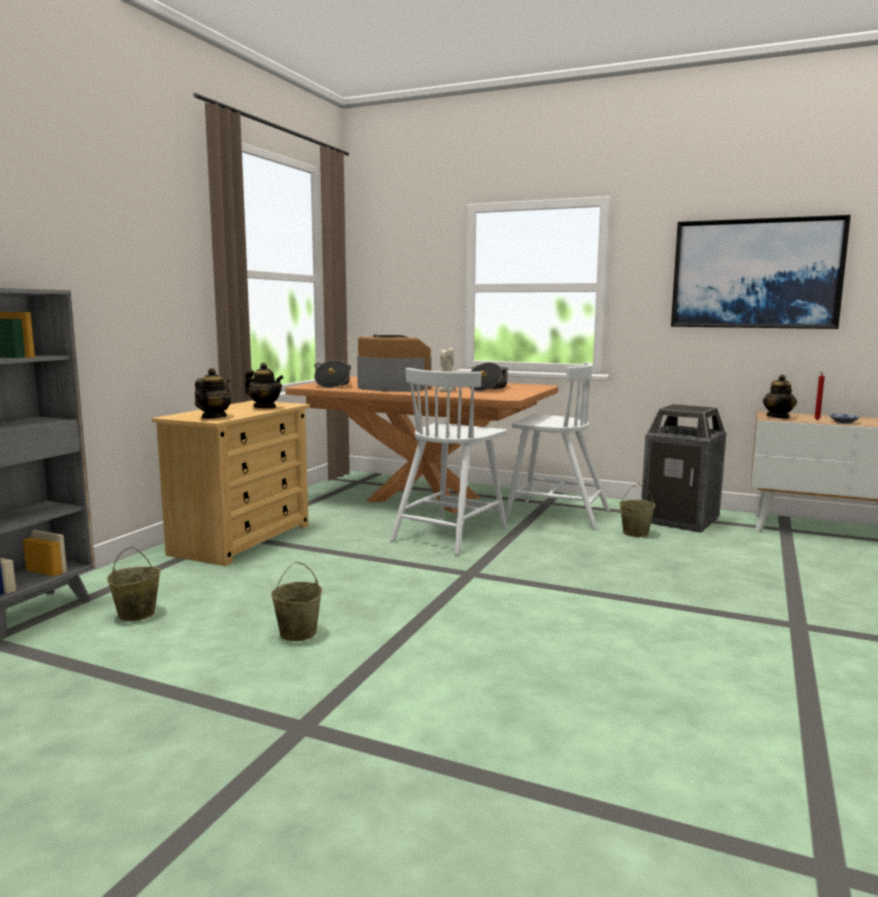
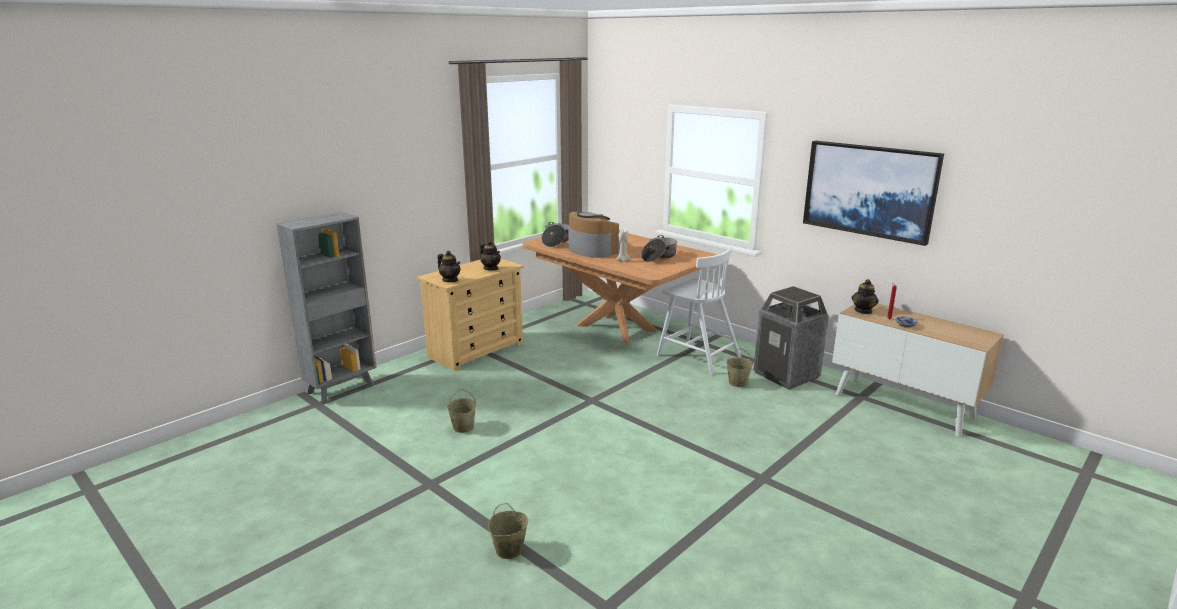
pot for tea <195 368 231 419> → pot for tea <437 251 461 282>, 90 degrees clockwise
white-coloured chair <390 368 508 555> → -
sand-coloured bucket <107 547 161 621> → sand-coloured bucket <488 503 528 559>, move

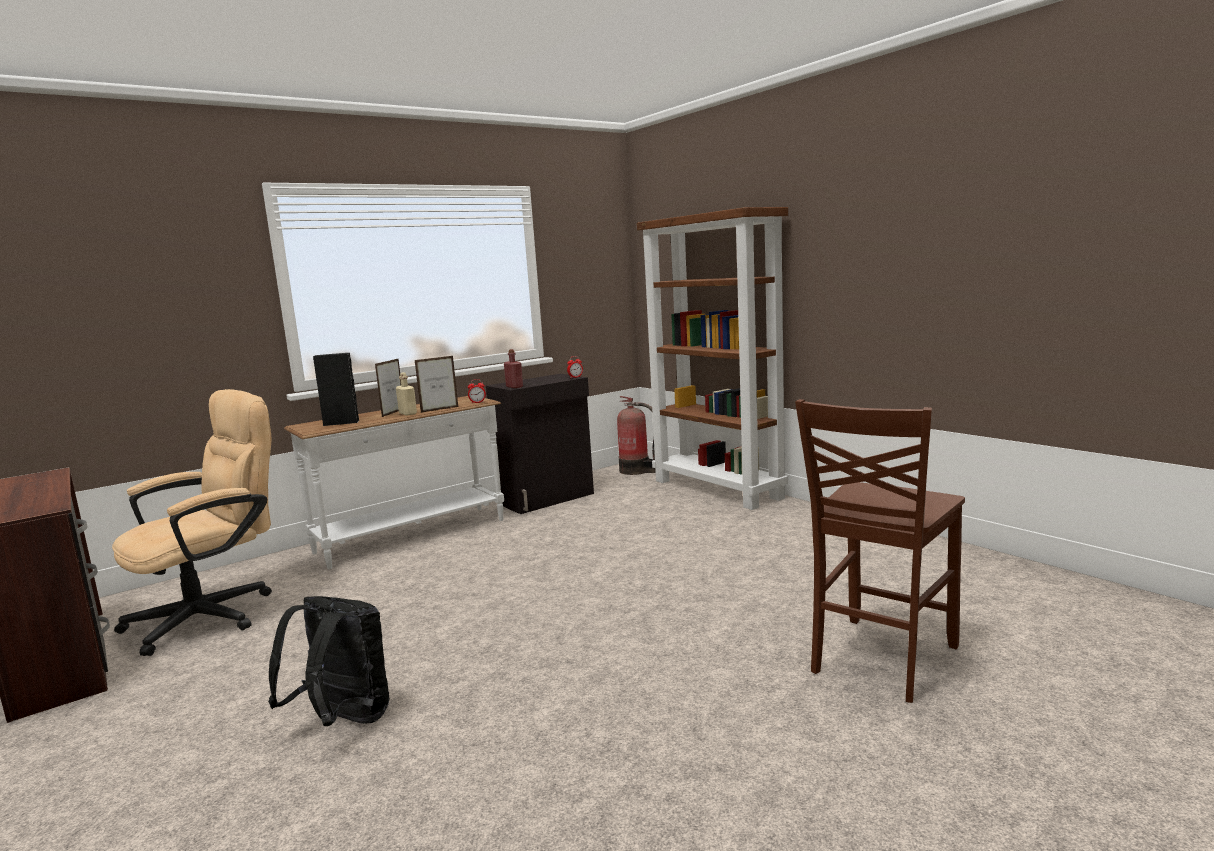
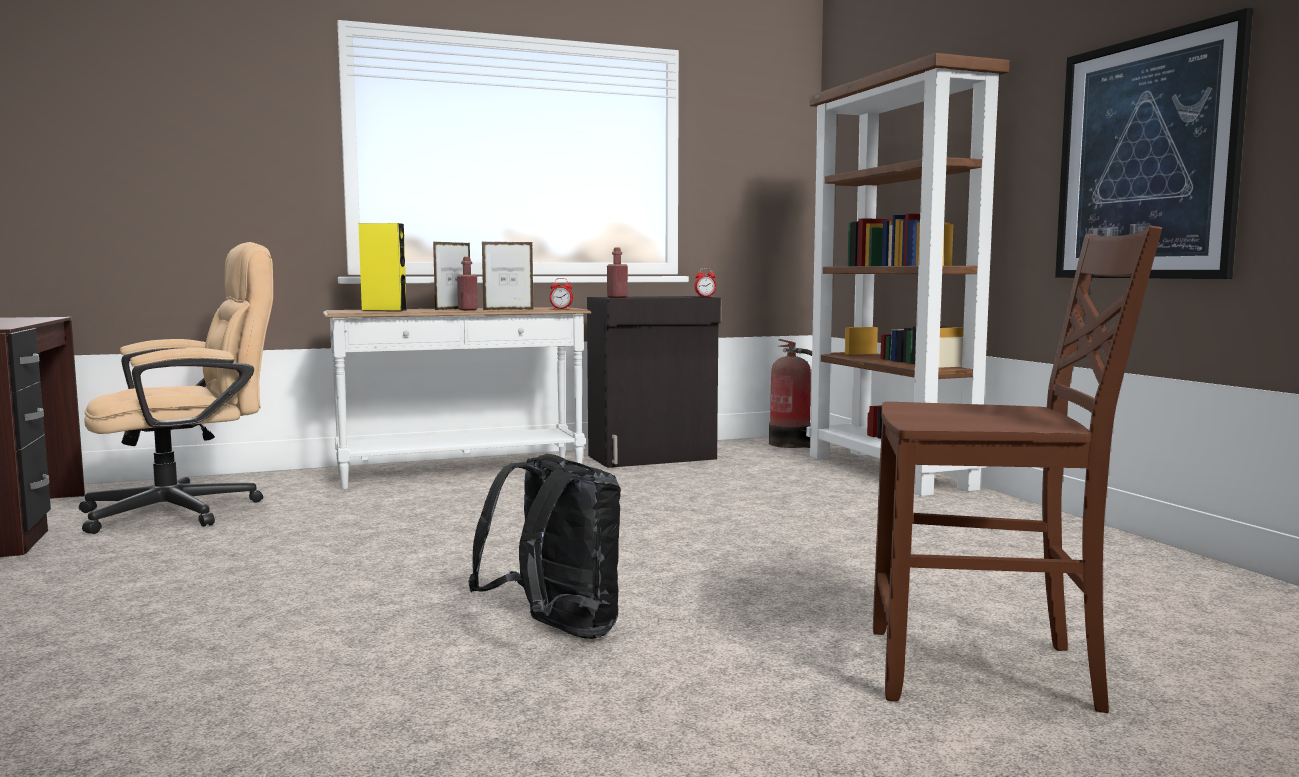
blackish loudspeaker <313 353 360 426> → yellowish loudspeaker <358 223 407 311>
sand-coloured bottle <396 372 417 416> → red-coloured bottle <457 257 478 311>
brown-coloured chair <795 399 965 703> → brown-coloured chair <873 226 1162 713>, 135 degrees counterclockwise
blackish backpack <268 596 389 726> → blackish backpack <468 454 621 639>, move
- → wall art <1055 8 1253 279>

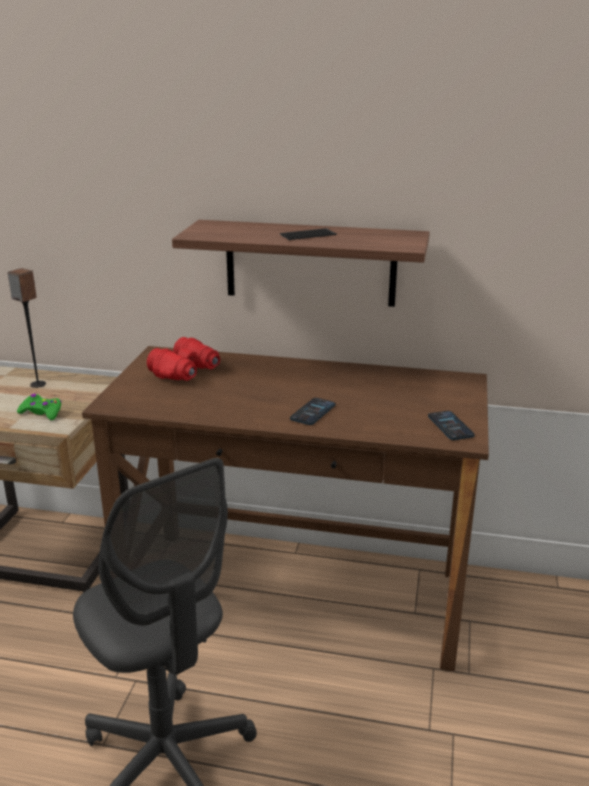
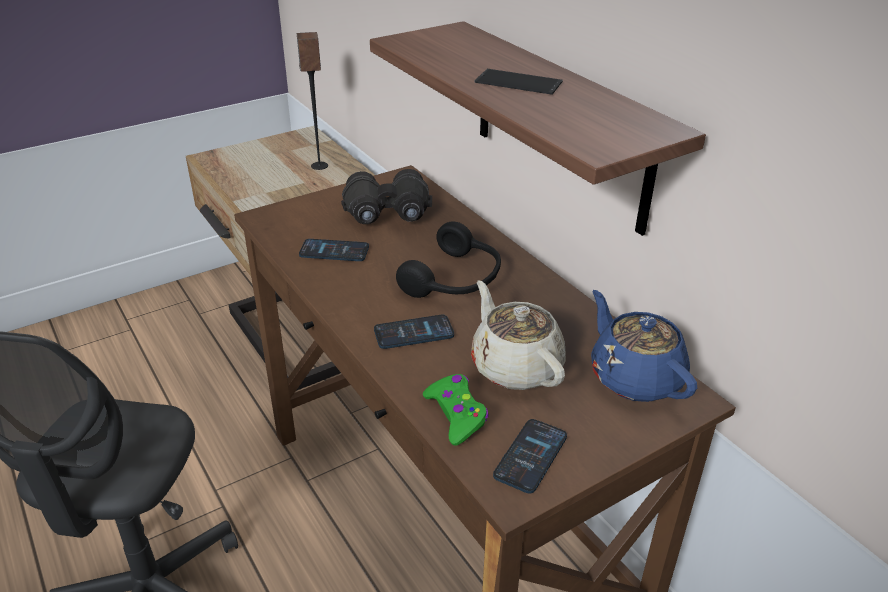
red-coloured field glasses <147 337 220 381> → blackish field glasses <341 169 432 224>
greenish game controller <17 394 62 420> → greenish game controller <423 374 489 446>, move
- → blackish headset <396 222 501 298>
- → handset <299 239 369 261>
- → sand-coloured pot for tea <471 280 566 390>
- → blue-coloured pot for tea <591 290 697 402>

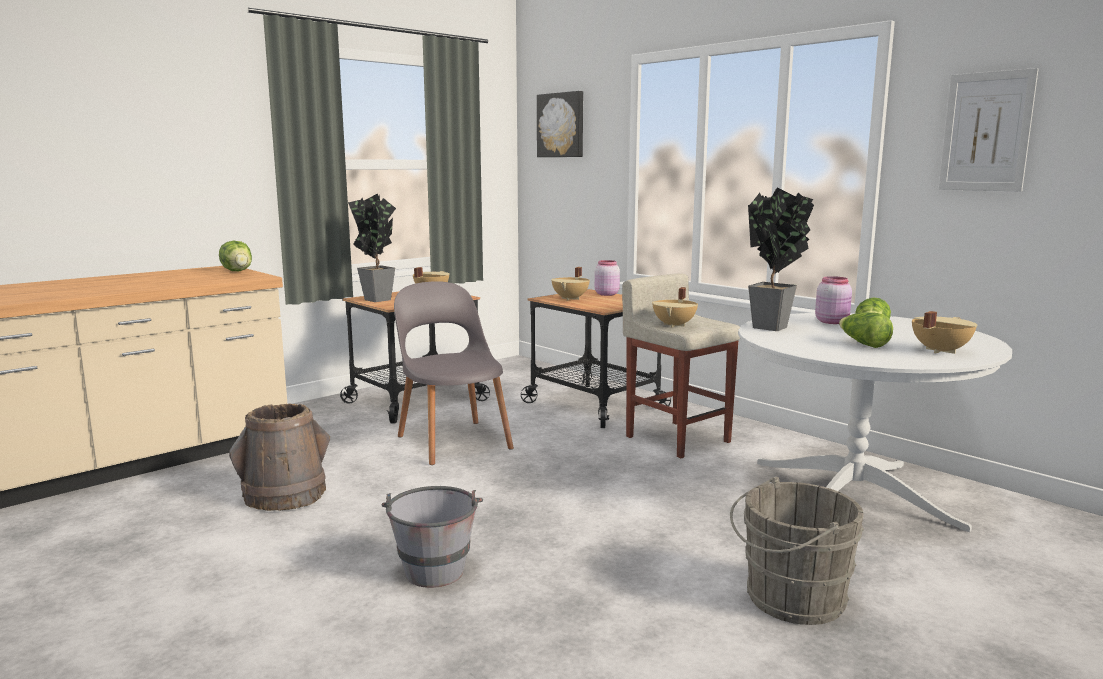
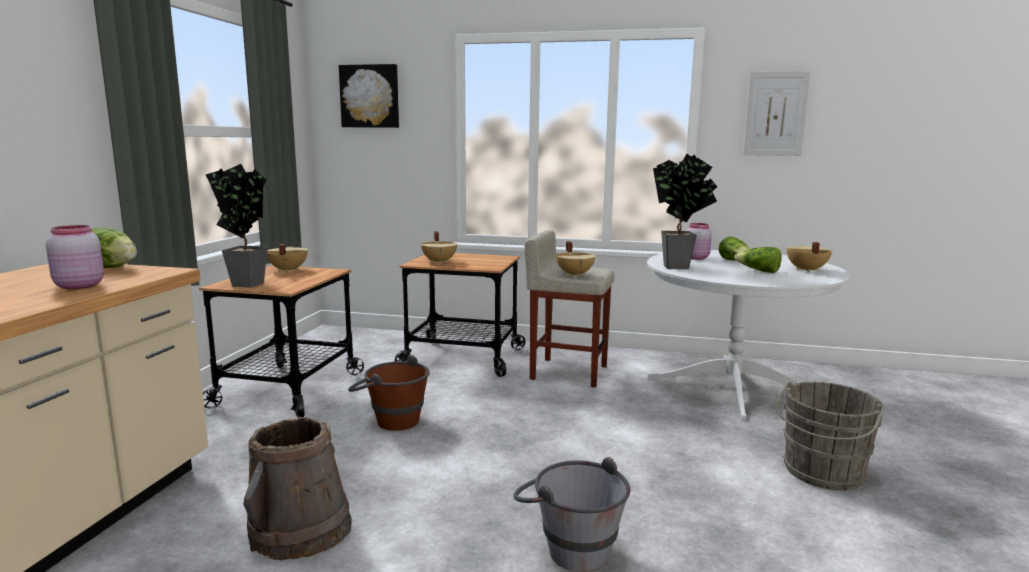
pink jar <595 260 620 296> → pink jar <46 225 104 289>, move
greyish chair <394 281 514 465> → brown-coloured bucket <348 355 430 431>

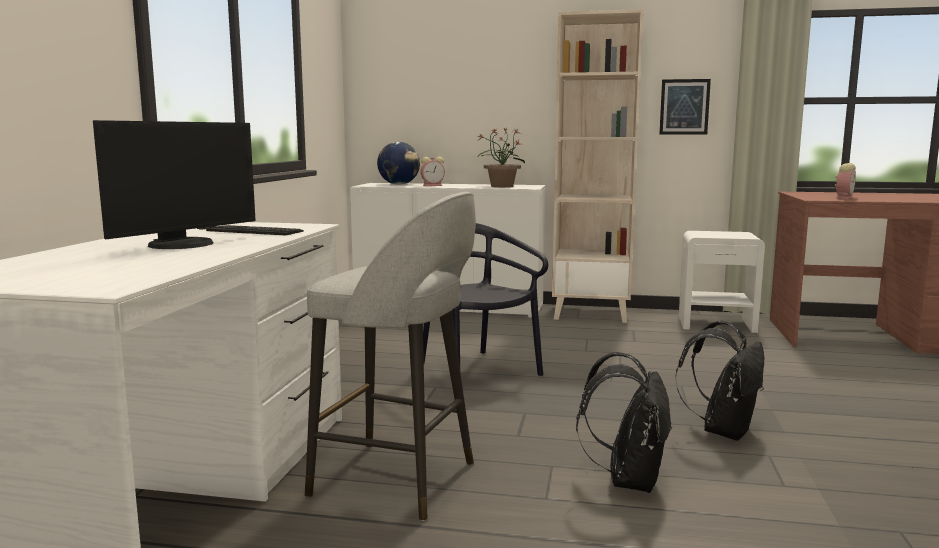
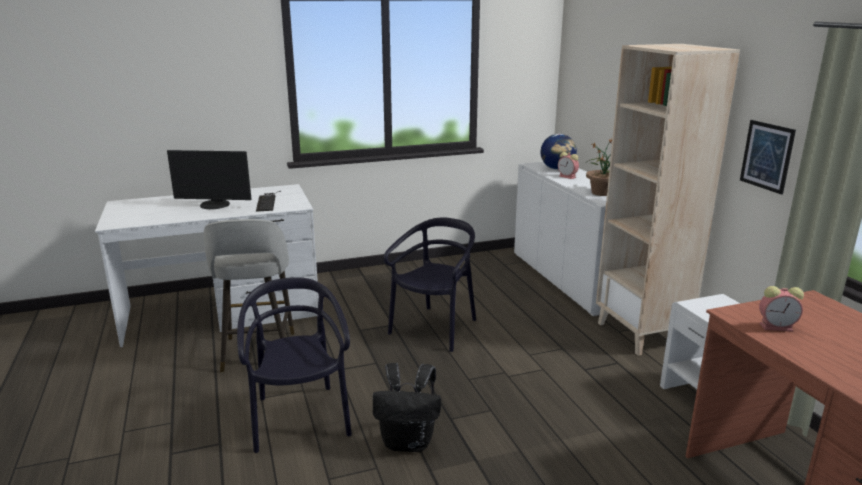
blackish backpack <576 352 672 493> → blackish chair <237 277 352 453>

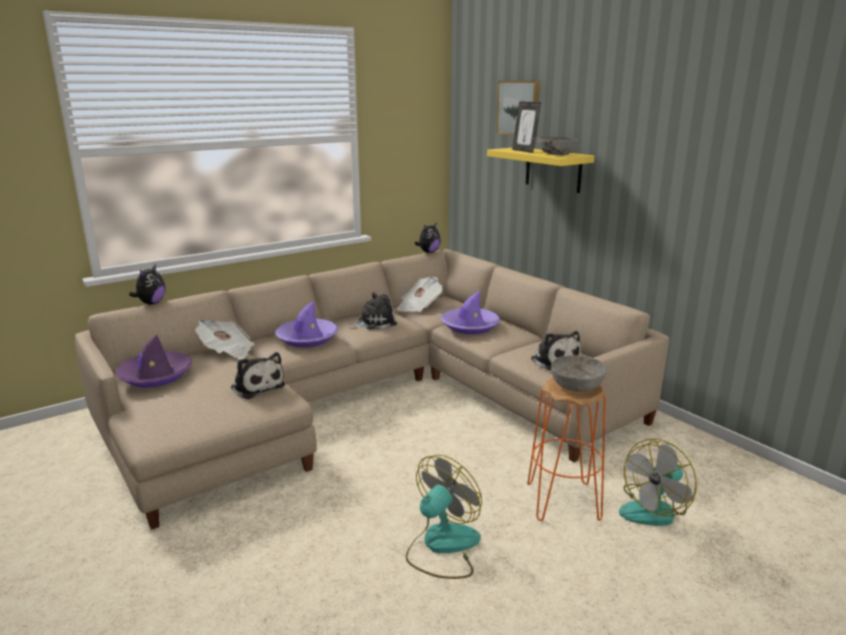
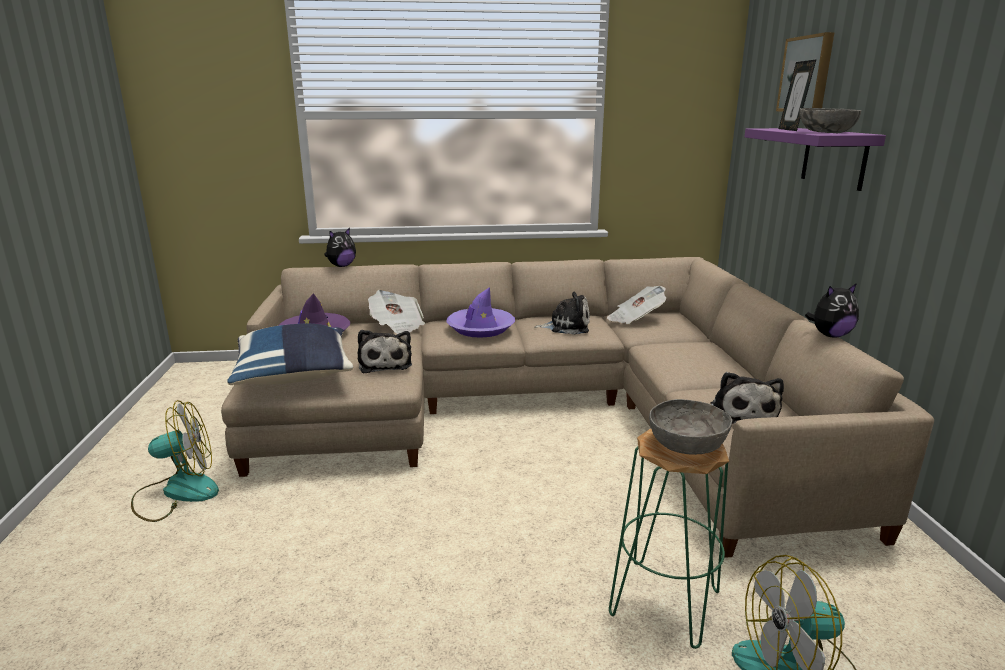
yellowish wall shelf <487 148 595 193> → purple wall shelf <744 128 886 191>
soft toy <415 222 441 253> → soft toy <805 283 859 338>, move
purple hat <441 291 500 334> → -
orange stool <527 378 606 521> → greenish stool <609 429 729 649>
fan <406 455 482 579> → fan <131 400 219 522>, move
- → blue-coloured cushion <227 324 353 385>

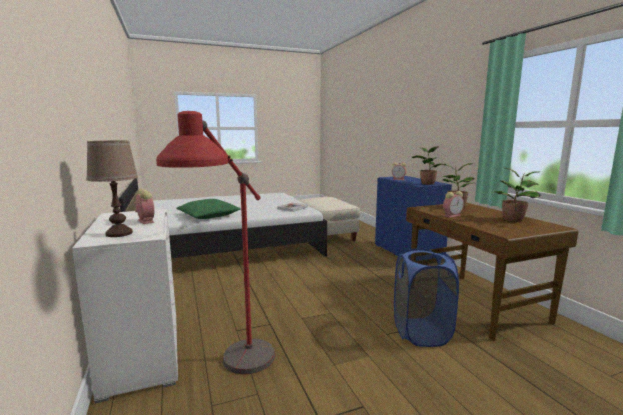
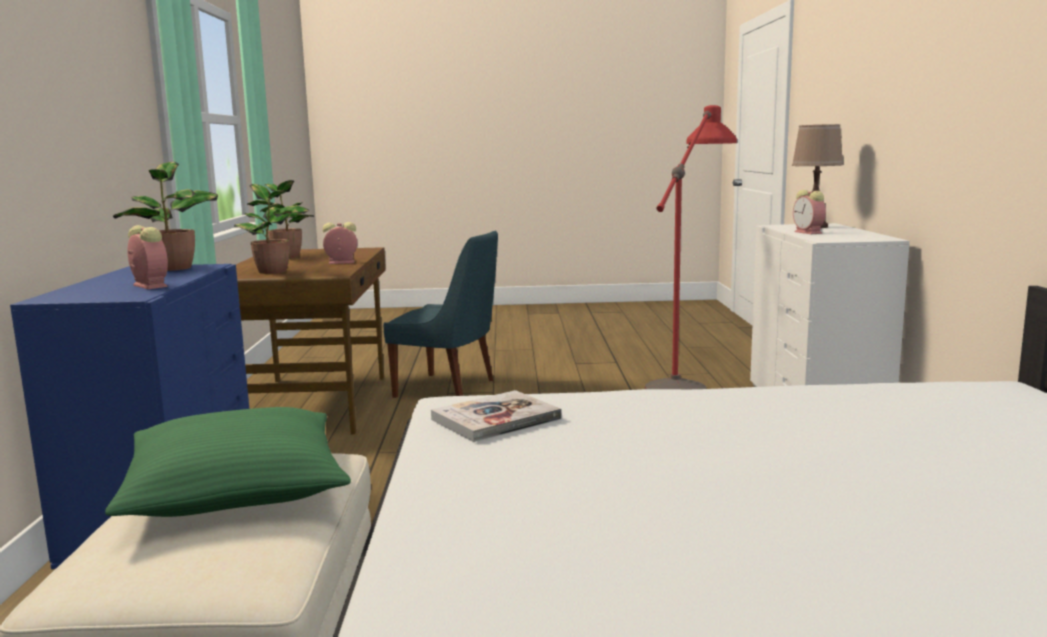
greenish cushion <176 199 241 219> → greenish cushion <105 407 351 517>, move
blue-coloured laundry basket <394 248 459 347> → blue-coloured chair <383 231 498 398>

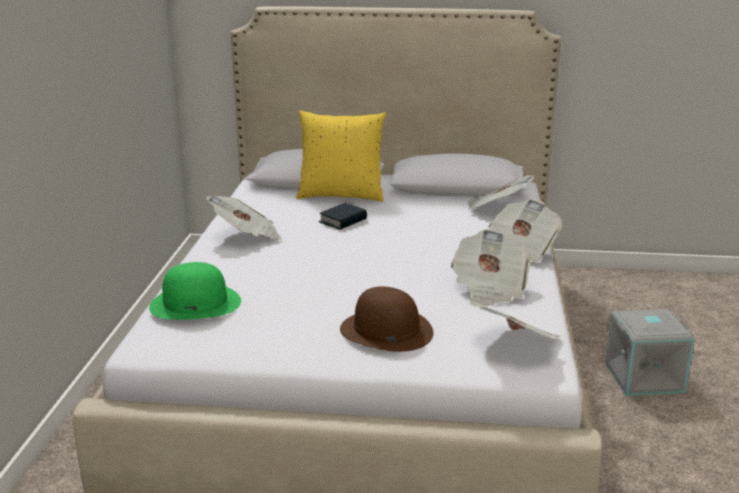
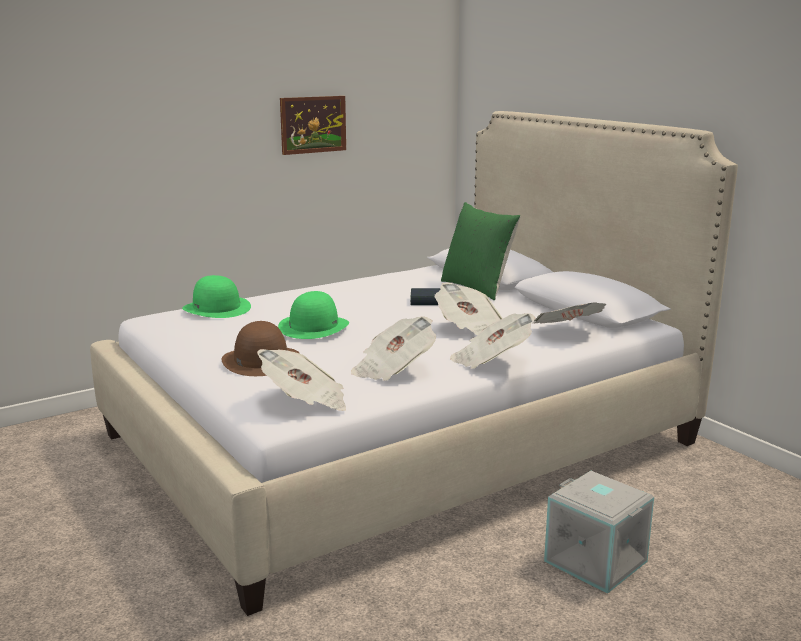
yellowish cushion <296 110 386 202> → greenish cushion <441 202 521 300>
printed paper <206 196 282 240> → printed paper <435 283 502 335>, move
- → wall art <280 96 346 155>
- → greenish hat <278 291 349 339>

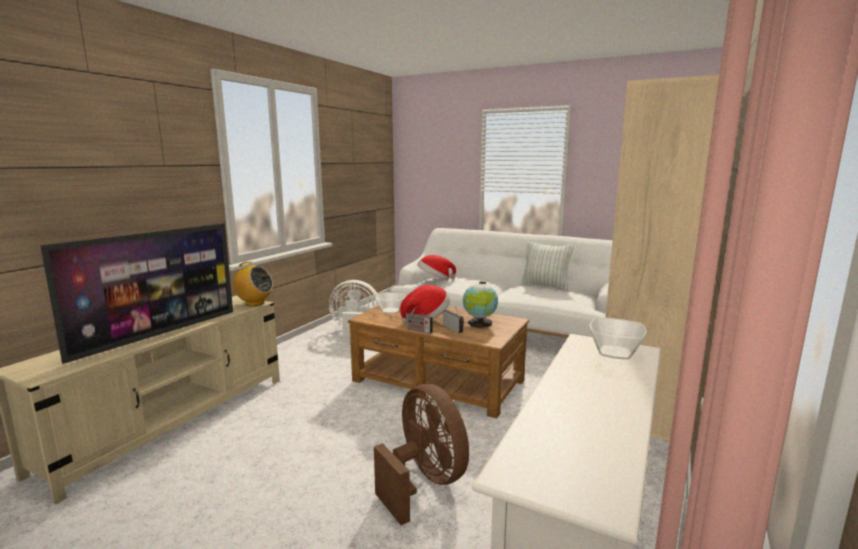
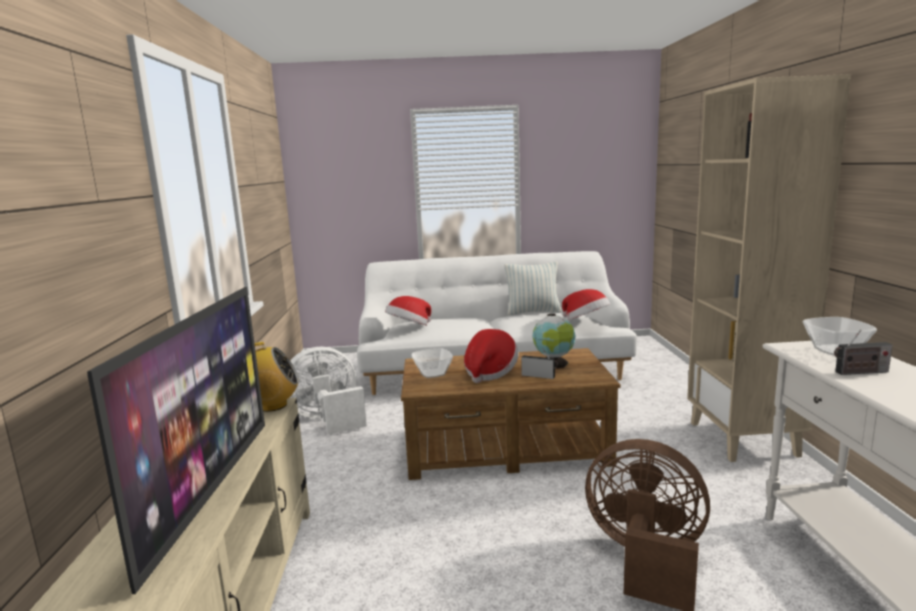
radio set <405 307 433 334> → radio set <834 330 893 375>, move
- → hat <562 289 610 320>

